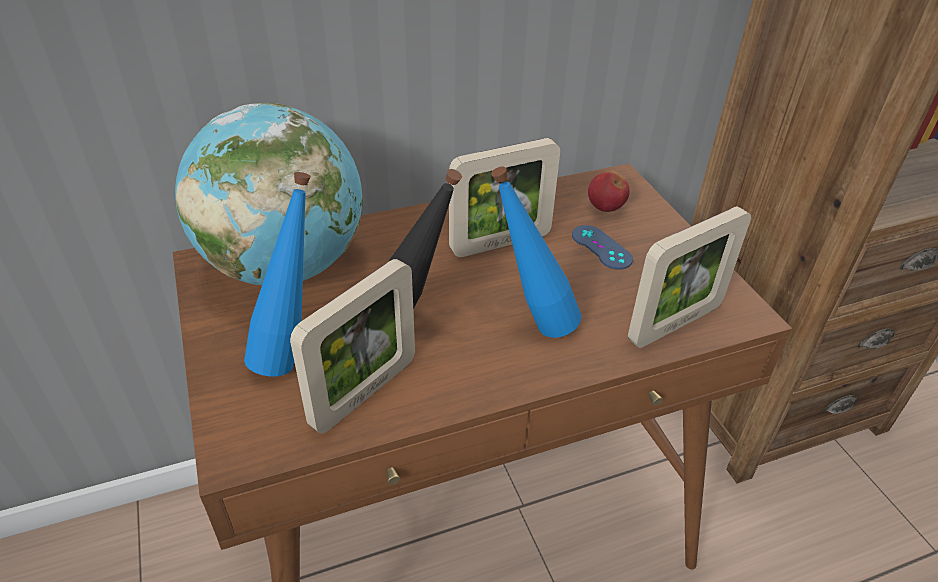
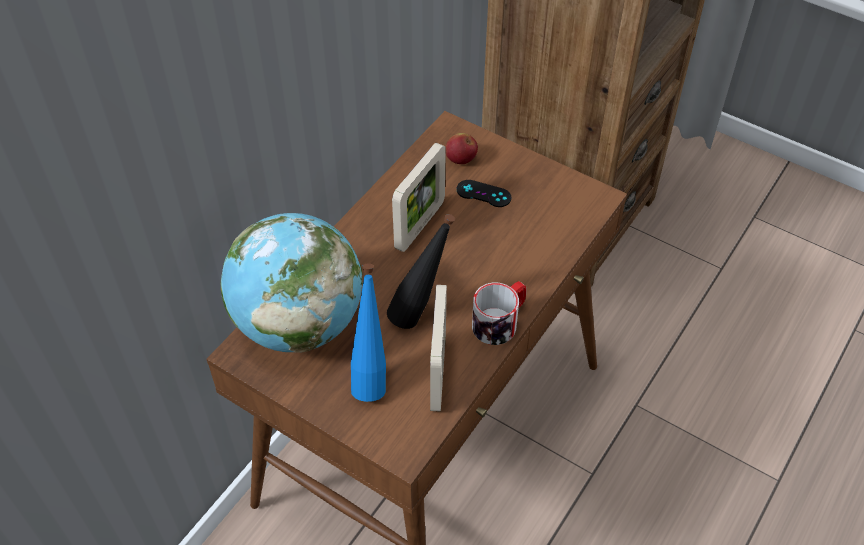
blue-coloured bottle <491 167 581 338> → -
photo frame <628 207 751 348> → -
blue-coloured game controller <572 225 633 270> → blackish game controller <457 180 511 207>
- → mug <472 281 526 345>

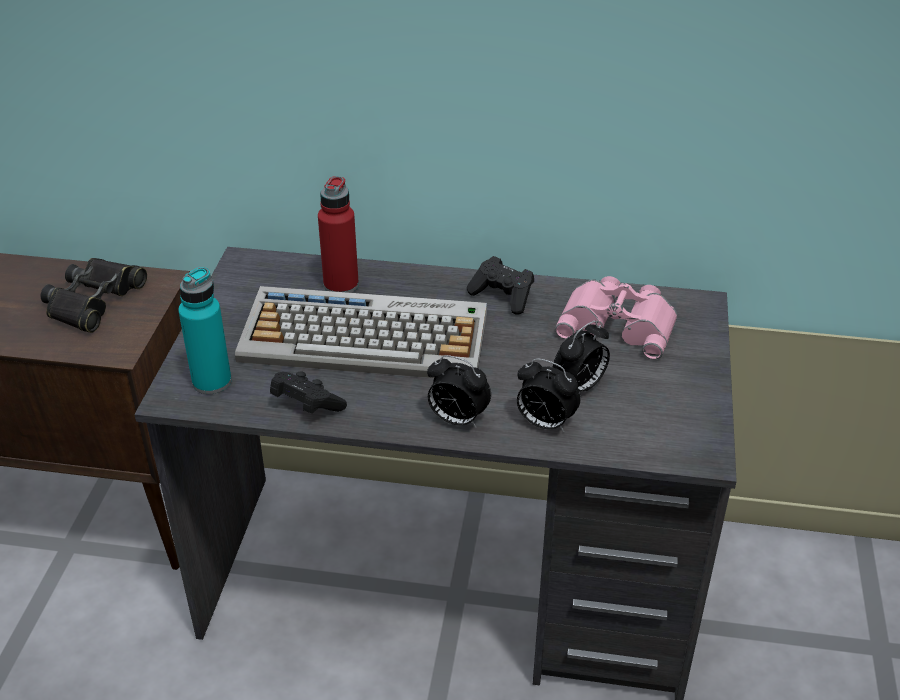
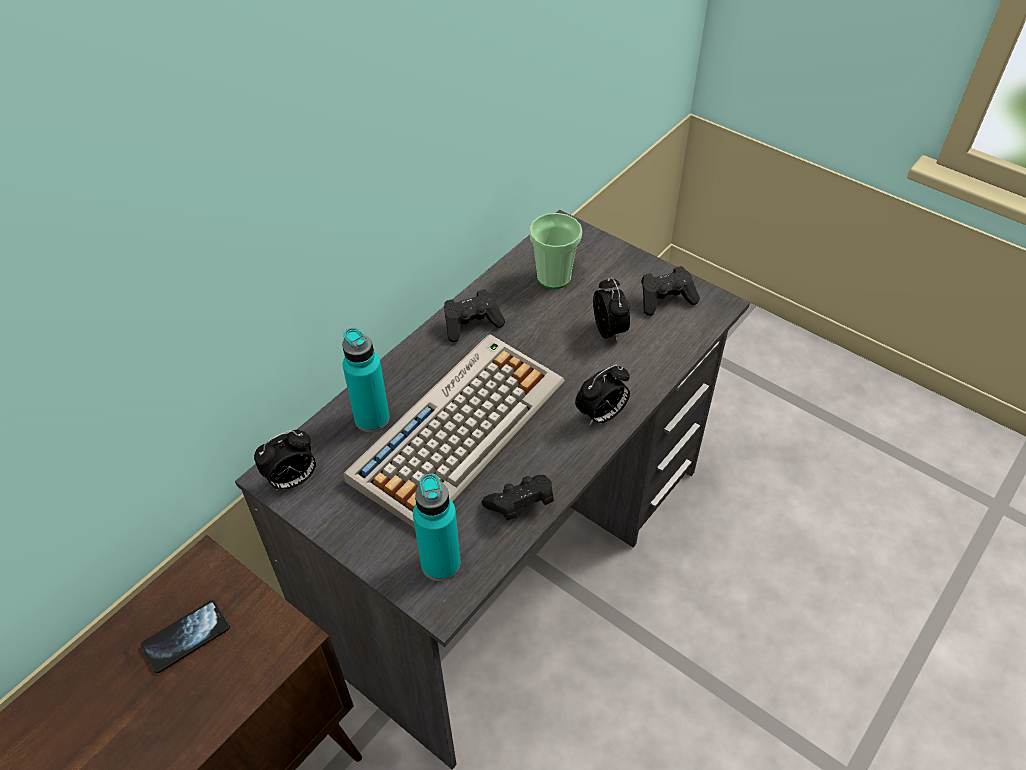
red-coloured bottle <318 176 359 293> → blue-green bottle <342 328 390 432>
blackish field glasses <41 258 147 333> → handset <140 600 230 673>
pink field glasses <555 276 677 359> → cup <529 213 582 289>
alarm clock <517 358 581 432> → alarm clock <254 430 316 491>, move
- → blackish game controller <641 266 700 316>

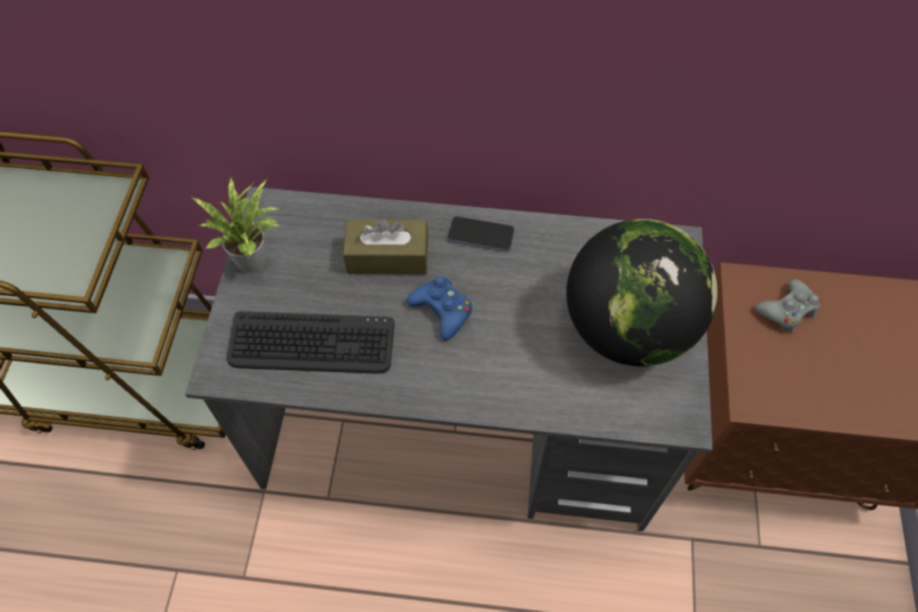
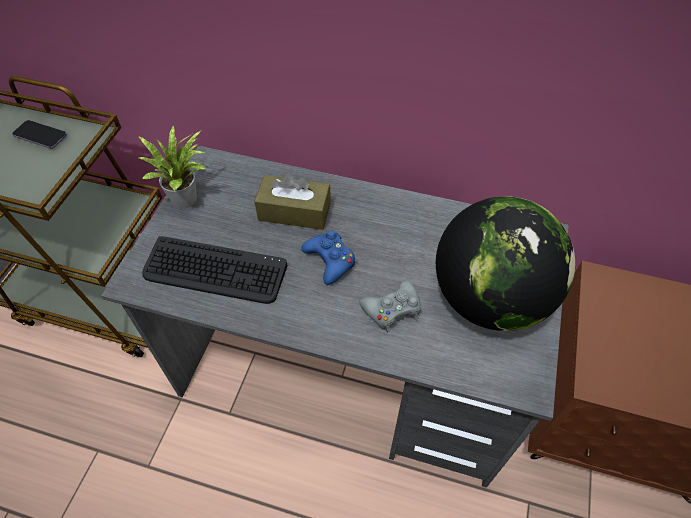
handset <448 216 515 252> → handset <12 120 67 149>, move
greyish game controller <755 279 821 333> → greyish game controller <359 281 421 332>, move

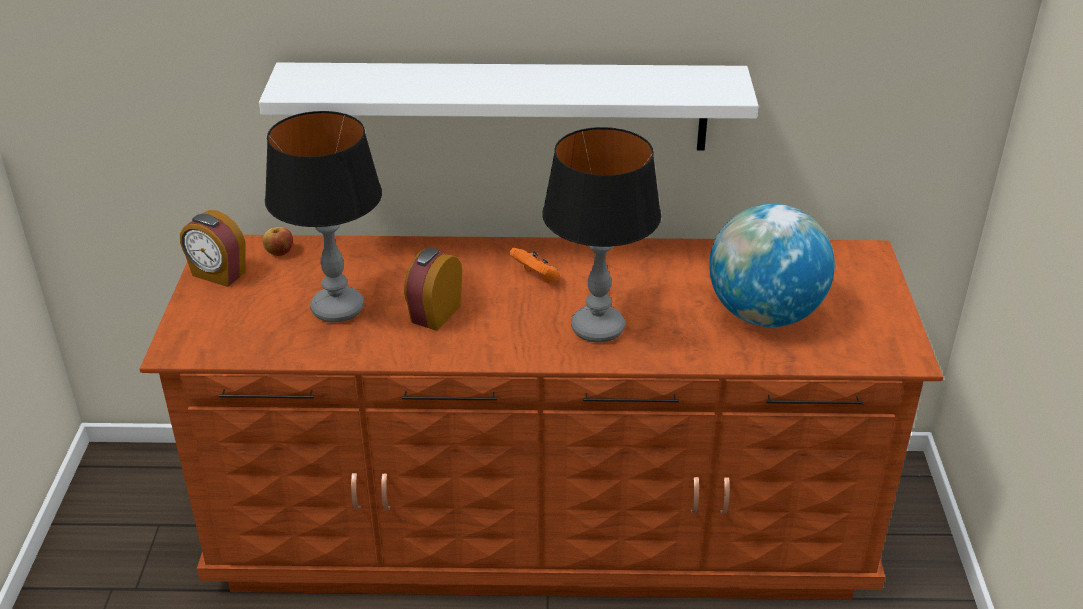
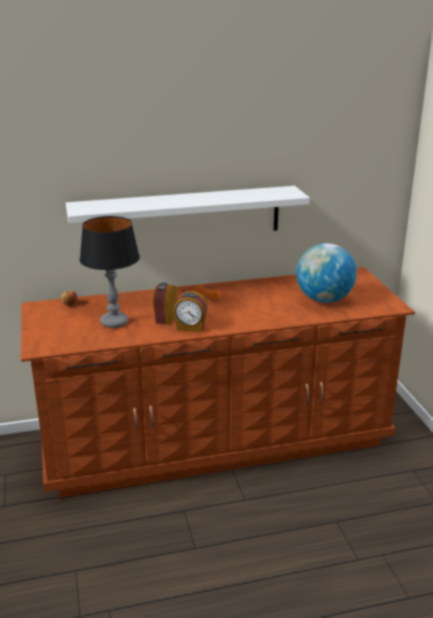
lamp for a table <542 127 661 342> → -
alarm clock <180 210 246 287> → alarm clock <173 291 208 332>, move

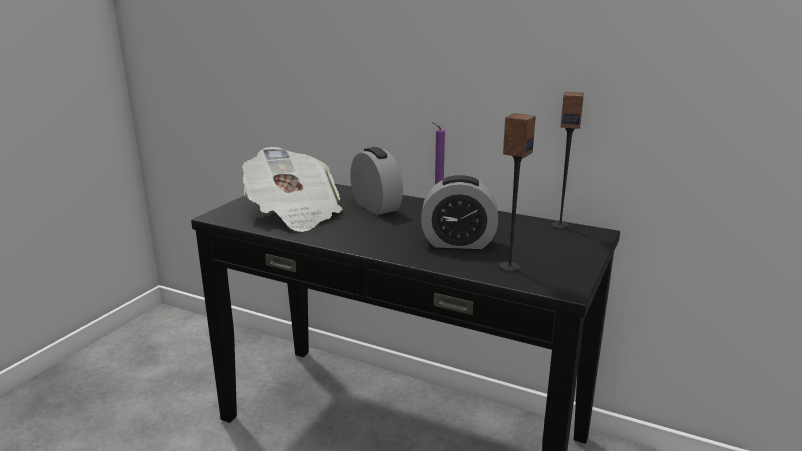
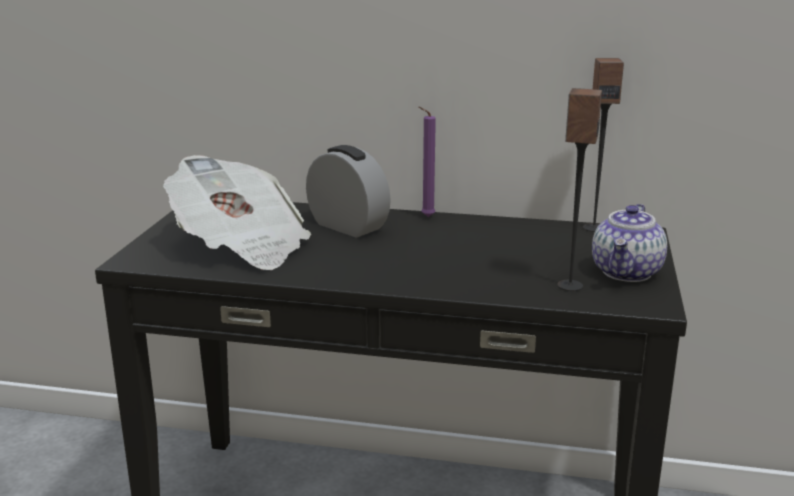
alarm clock <421 175 498 249> → -
- → pot for tea <592 204 667 282>

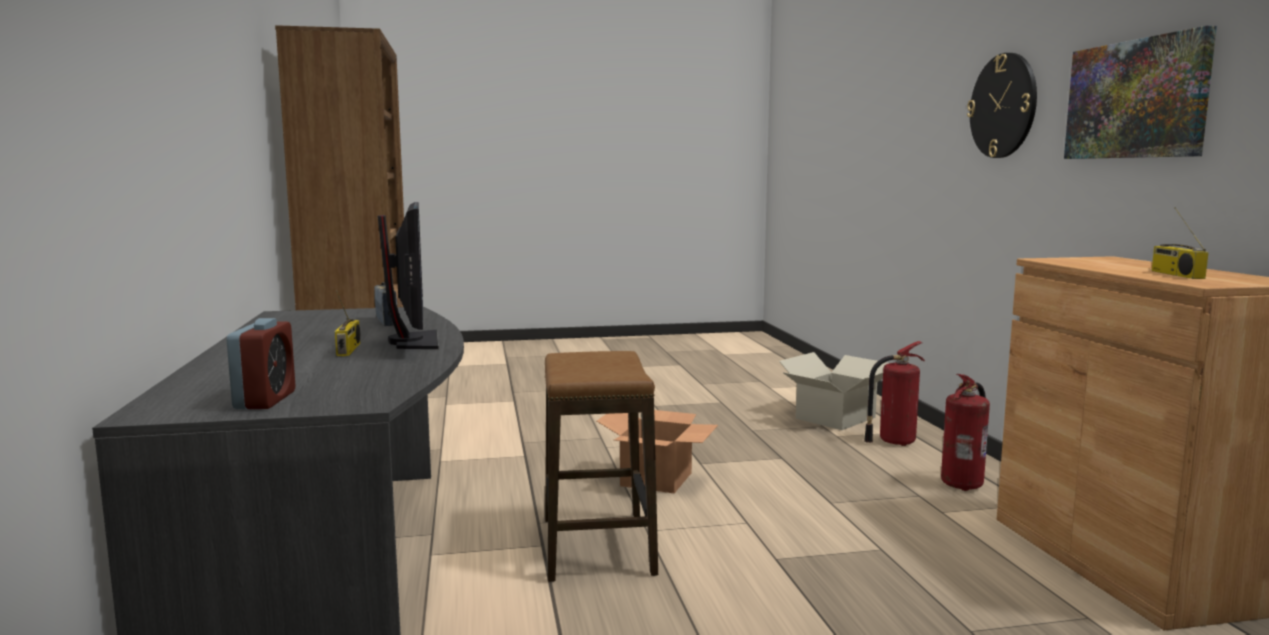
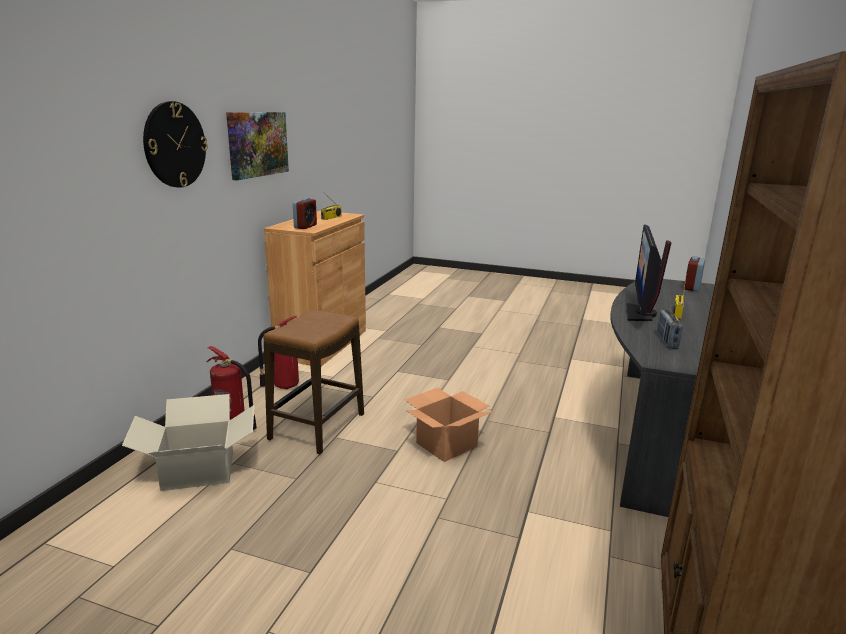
stool <545 351 658 582> → stool <263 309 364 454>, move
- → alarm clock <293 198 317 229>

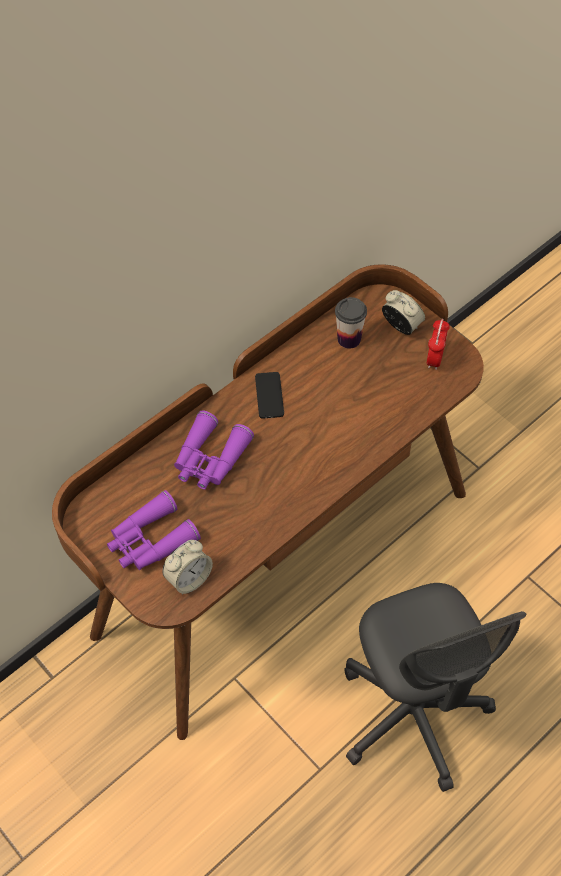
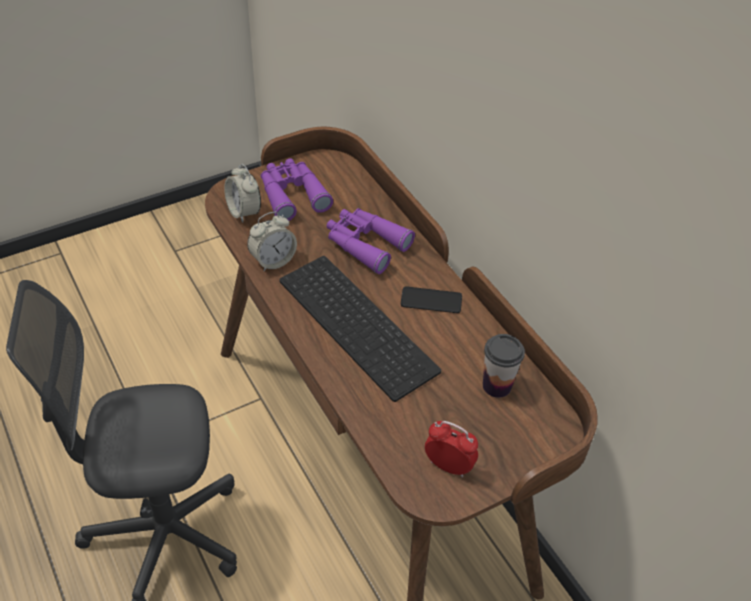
alarm clock <382 290 425 335> → alarm clock <247 212 297 272>, move
- → keyboard <279 256 441 402>

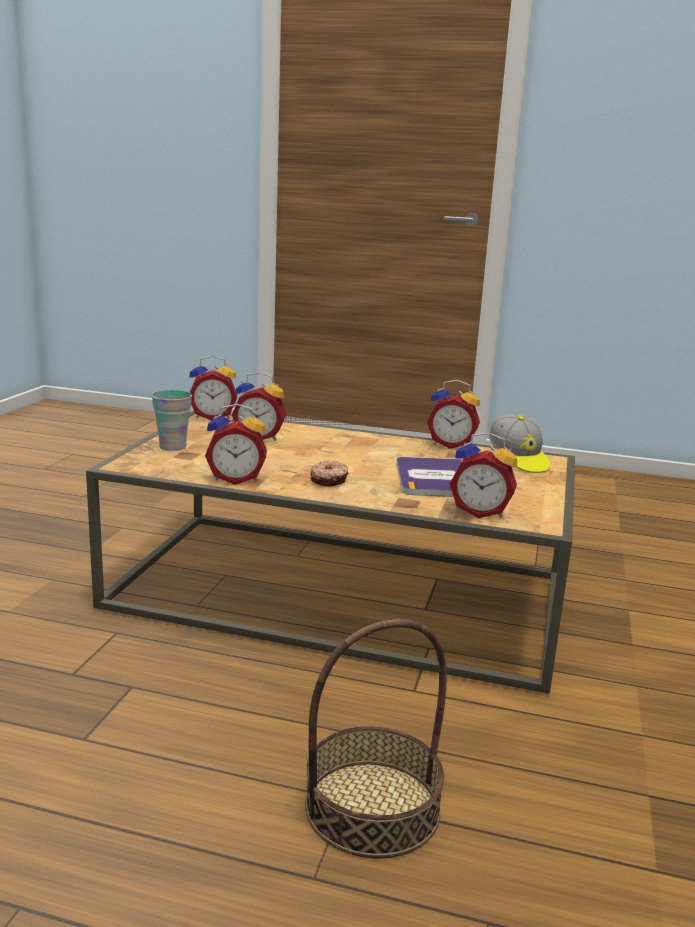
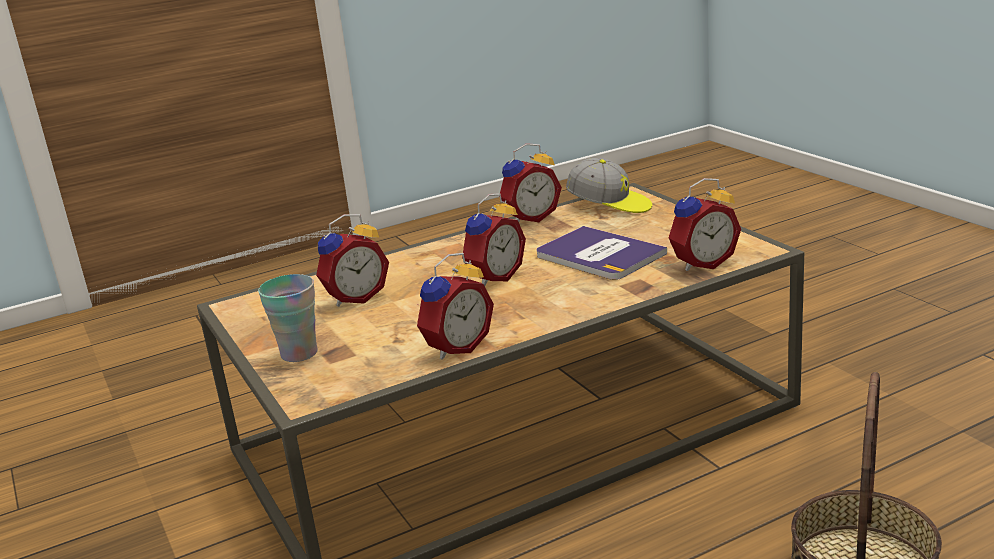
alarm clock <189 355 237 421> → alarm clock <462 193 526 286>, move
ring doughnut <310 461 348 487> → -

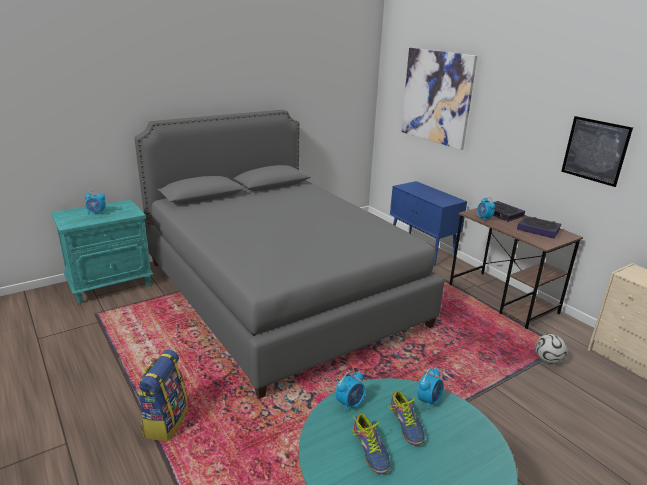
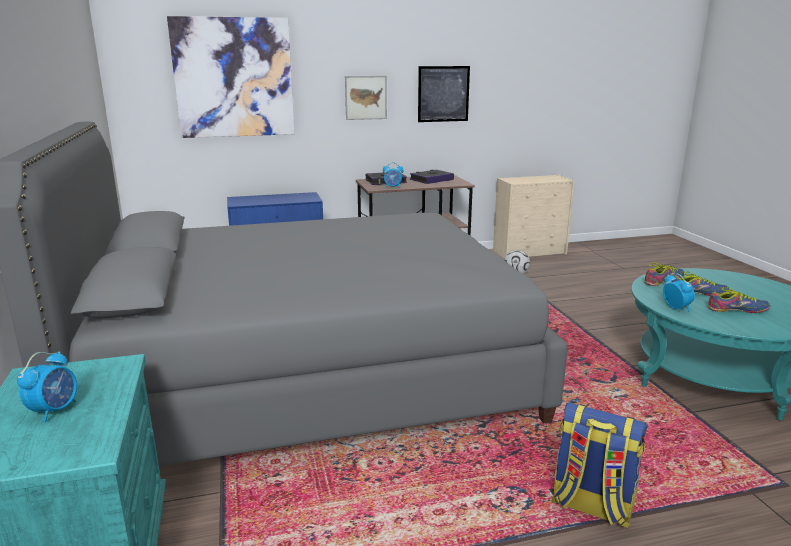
alarm clock <417 368 443 410> → item of footwear <644 262 684 286>
- → wall art <345 76 387 120>

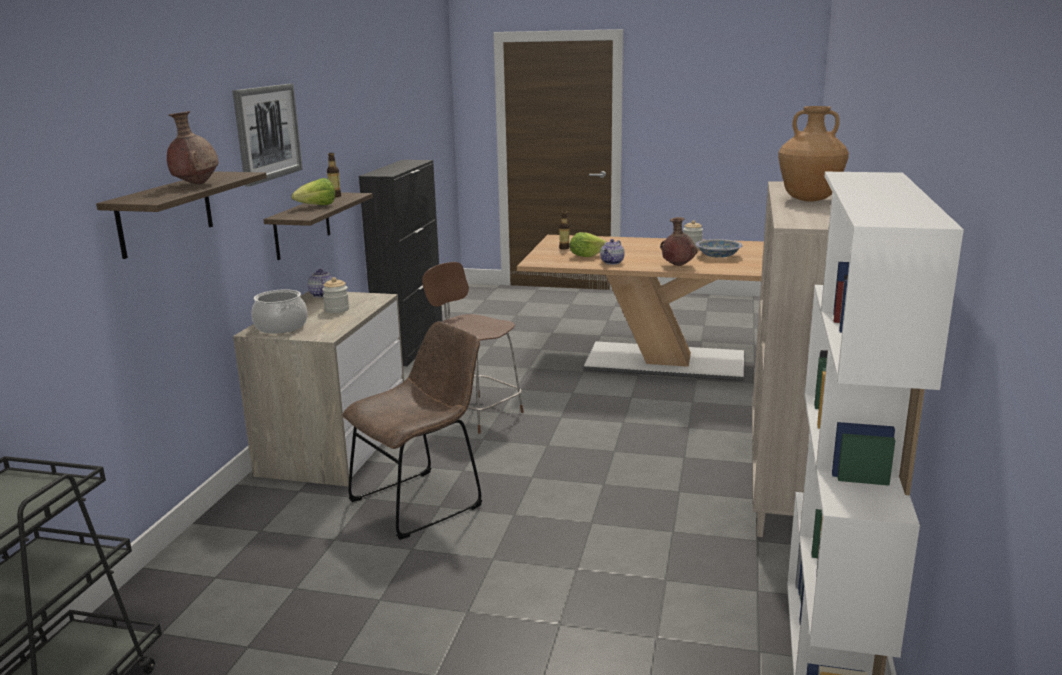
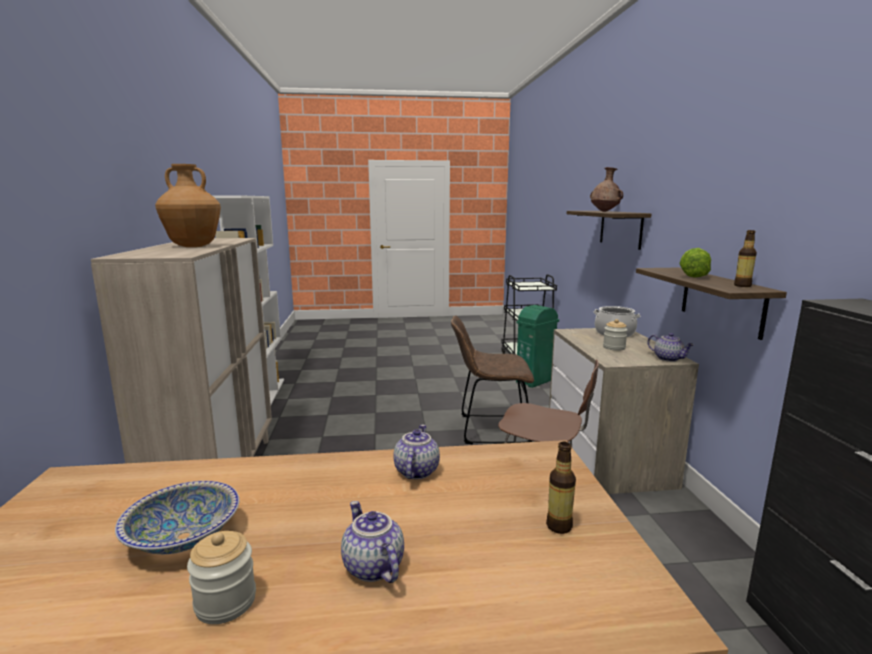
wall art <233 84 303 187> → -
brown-coloured flower vase <660 217 698 266> → -
head of lettuce <570 232 607 257> → -
brown-coloured chair <343 321 482 540> → brown-coloured chair <451 315 534 444>, 60 degrees clockwise
- → greenish waste bin <516 305 559 388>
- → pot for tea <341 501 404 583>

